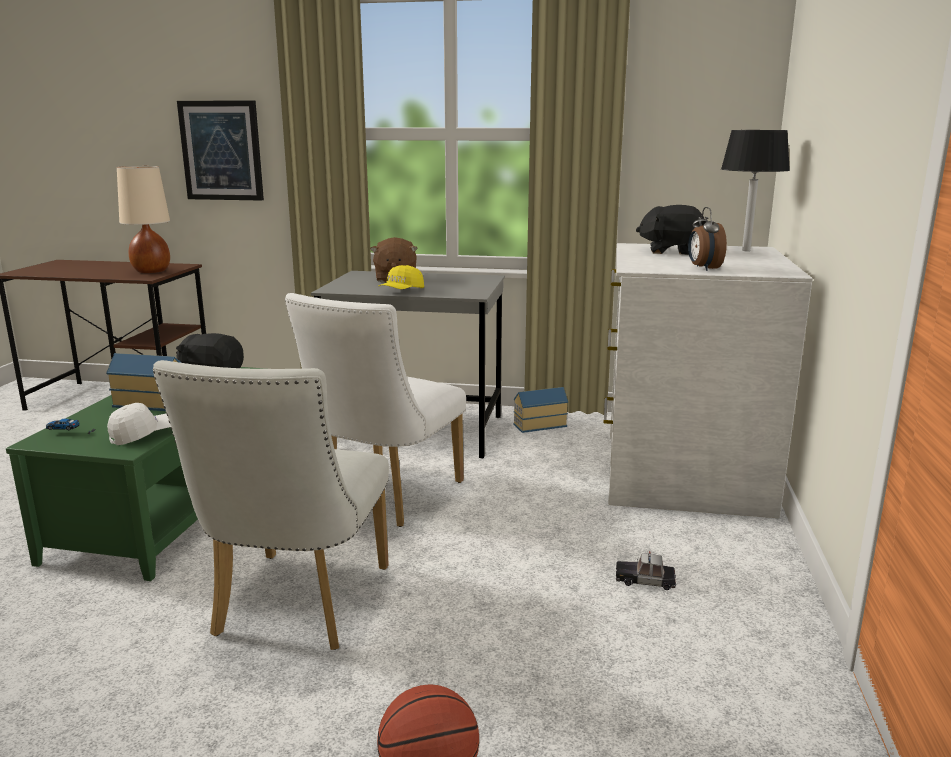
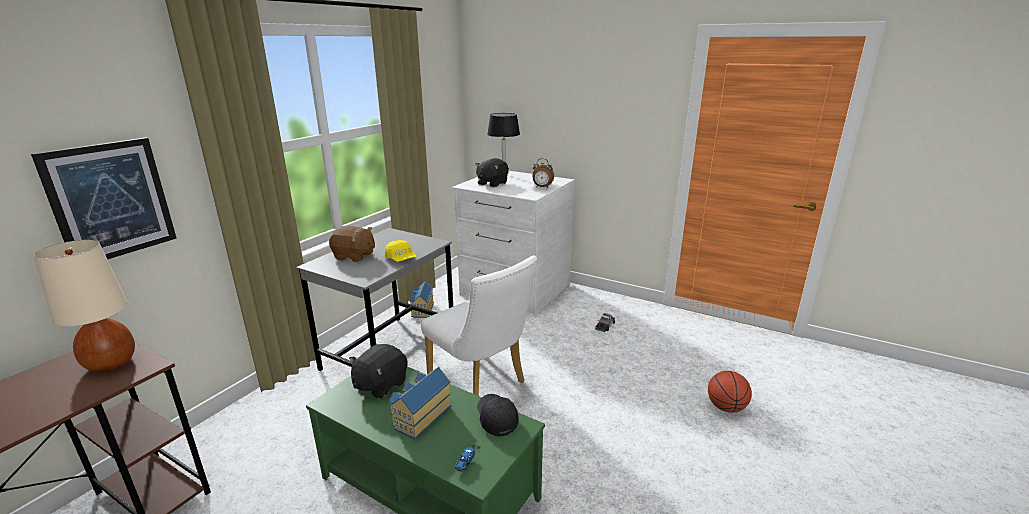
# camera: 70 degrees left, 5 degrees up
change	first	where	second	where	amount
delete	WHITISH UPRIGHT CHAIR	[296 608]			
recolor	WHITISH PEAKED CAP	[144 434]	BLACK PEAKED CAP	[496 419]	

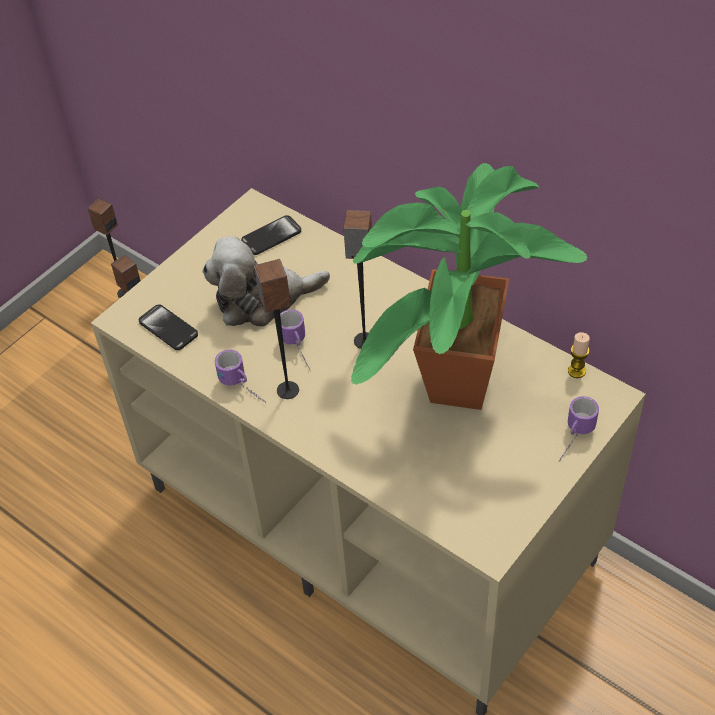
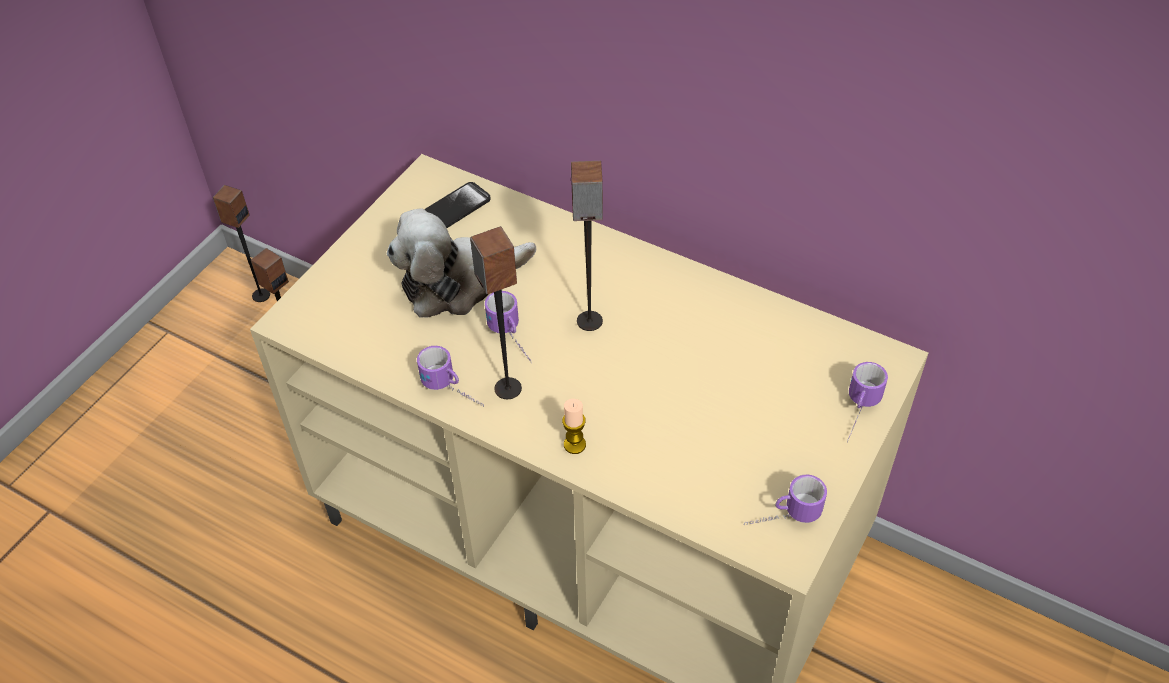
# camera: 10 degrees left, 0 degrees up
change	first	where	second	where	amount
delete	POTTED PLANT	[449 397]			
delete	PHONE	[168 328]			
move	CANDLE	[576 371]		[574 444]	
insert			TEA MUG	[781 517]	

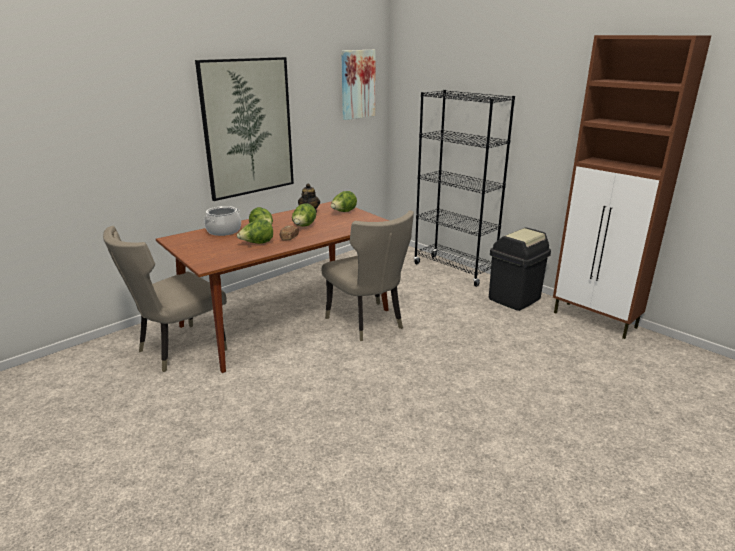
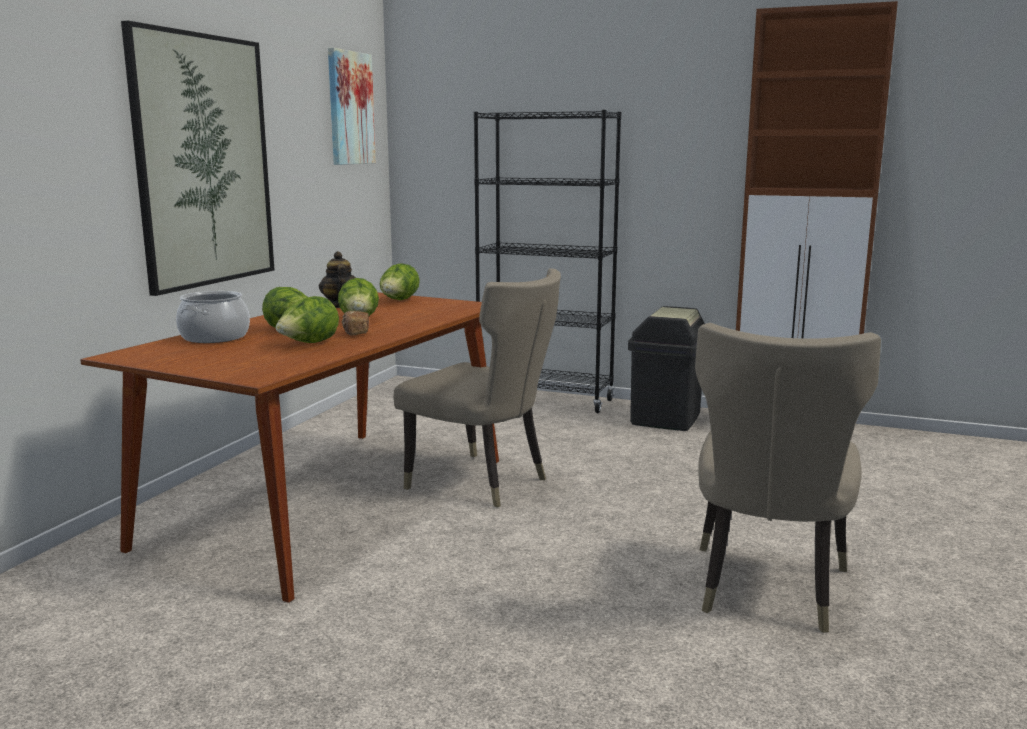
# camera: 25 degrees left, 10 degrees down
change	first	where	second	where	amount
move	BEIGE UPRIGHT CHAIR	[178 350]		[766 591]	

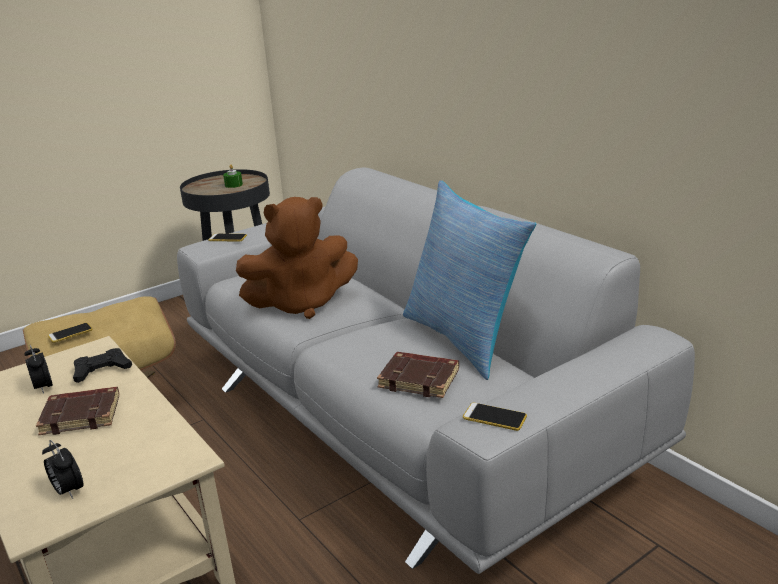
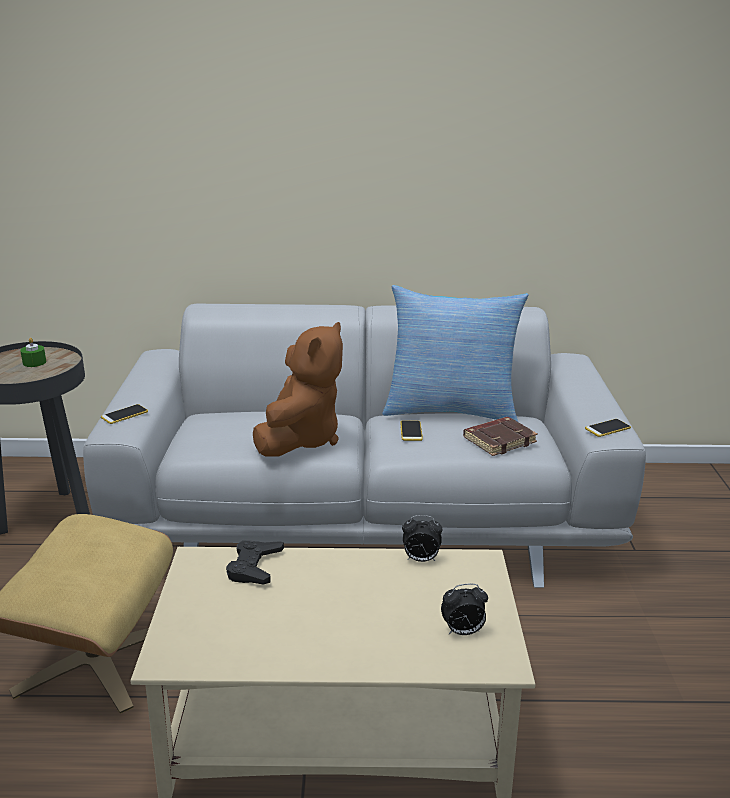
# camera: 55 degrees left, 0 degrees up
change	first	where	second	where	amount
move	PHONE	[70 333]		[411 431]	
move	ALARM CLOCK	[43 387]		[420 559]	
delete	BROWN-COLOURED BOUND BOOK	[82 415]			

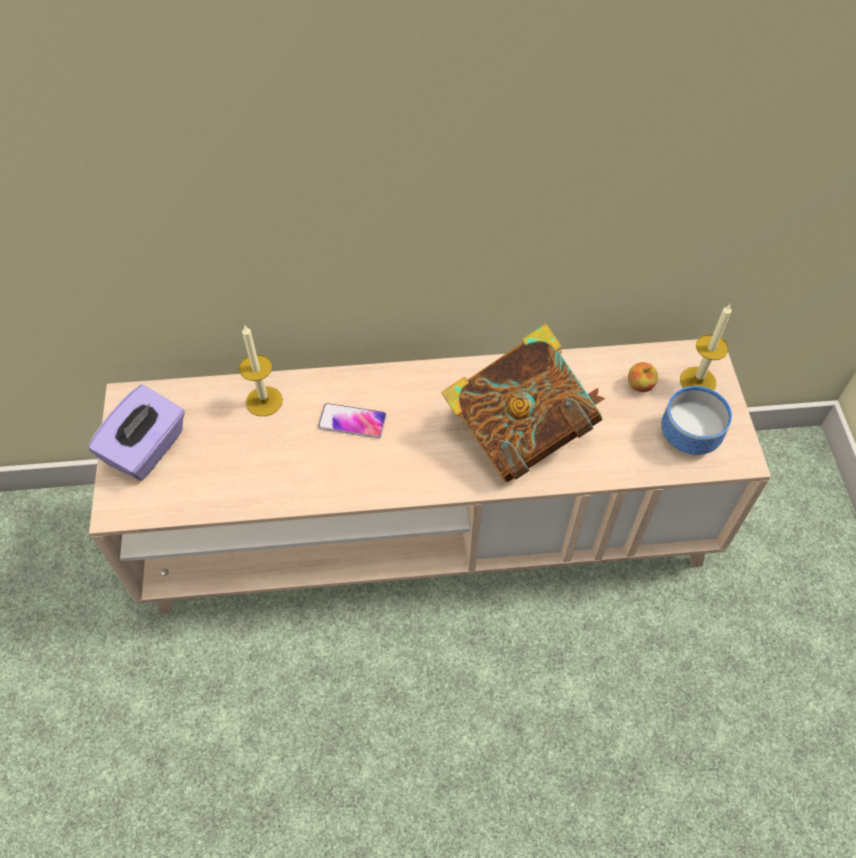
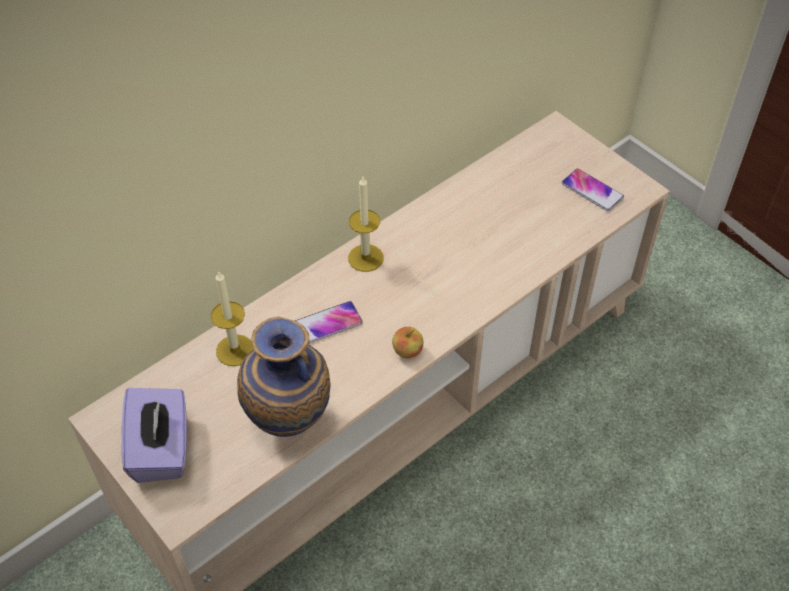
# camera: 35 degrees left, 5 degrees down
change	first	where	second	where	amount
move	CANDLE	[698 381]		[365 258]	
delete	BOUND BOOK	[519 432]			
move	APPLE	[640 385]		[407 351]	
replace	BOWL	[690 433]	PHONE	[592 191]	
insert			VASE	[291 423]	

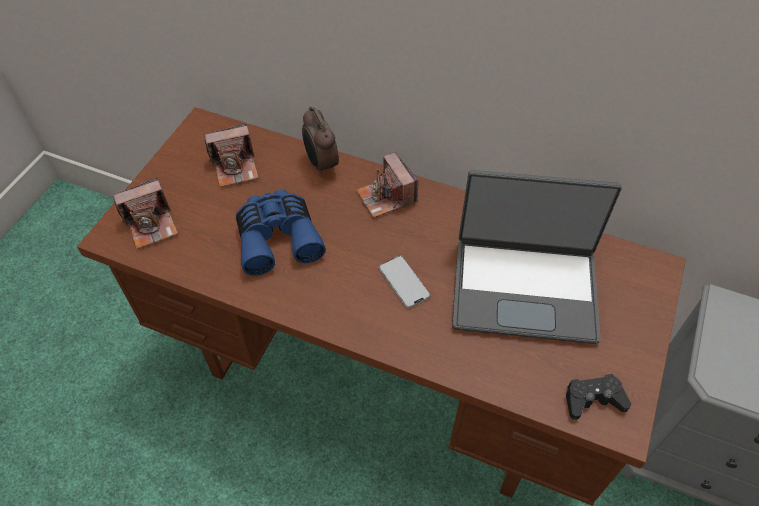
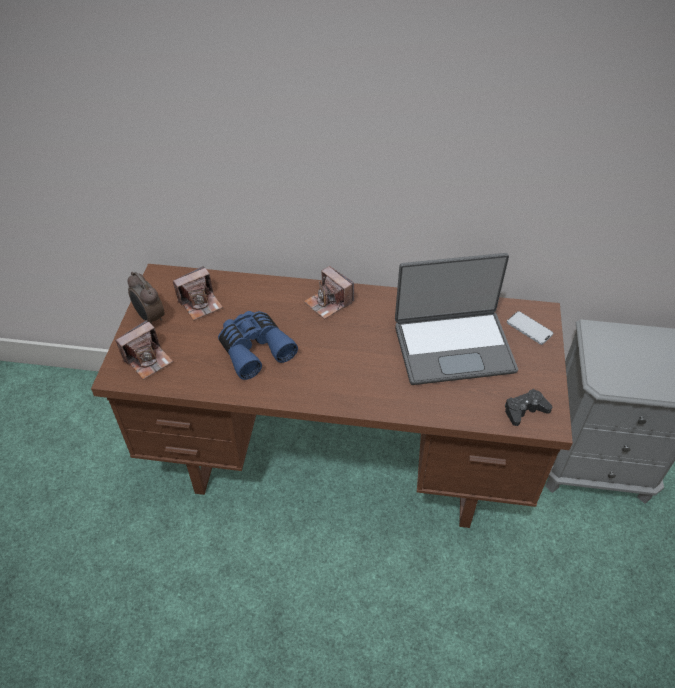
# camera: 15 degrees left, 5 degrees down
change	first	where	second	where	amount
move	ALARM CLOCK	[321 164]		[150 318]	
move	PHONE	[404 282]		[529 328]	

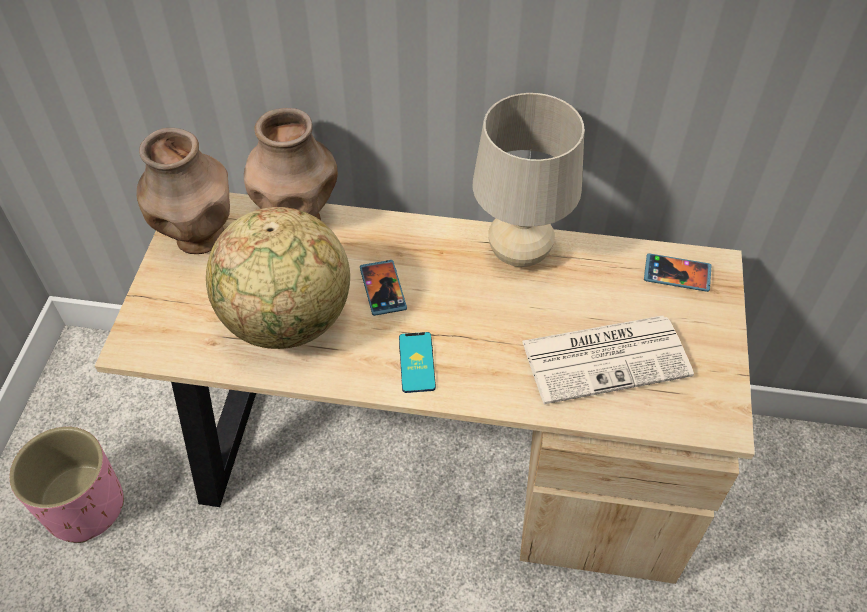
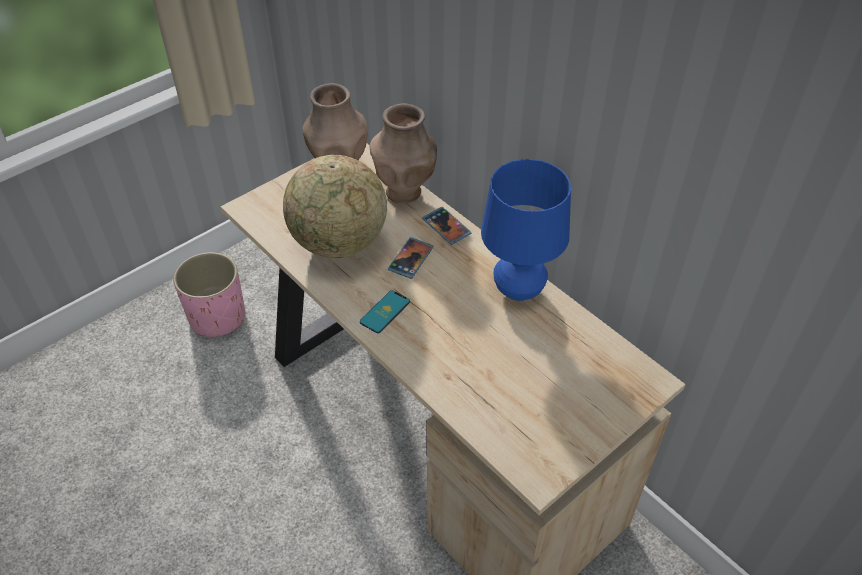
# camera: 40 degrees right, 5 degrees down
change	first	where	second	where	amount
recolor	BEIGE LAMP FOR A TABLE	[518 254]	BLUE LAMP FOR A TABLE	[518 290]	
move	PHONE	[677 274]		[446 227]	
delete	PRINTED PAPER	[607 357]			

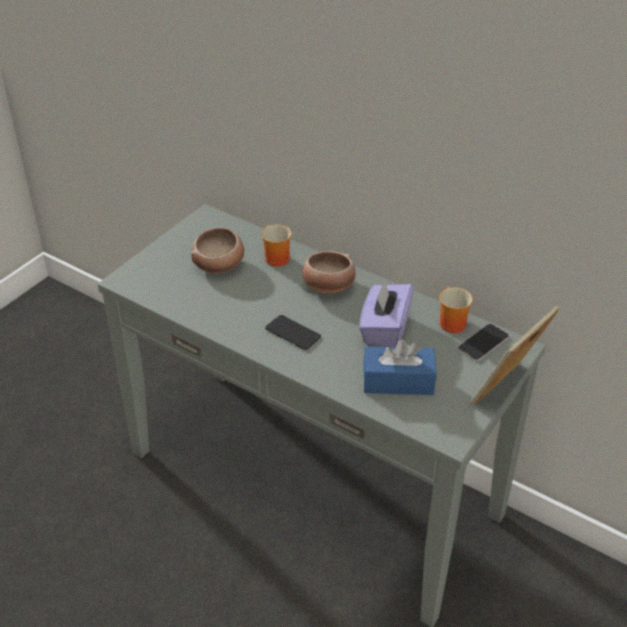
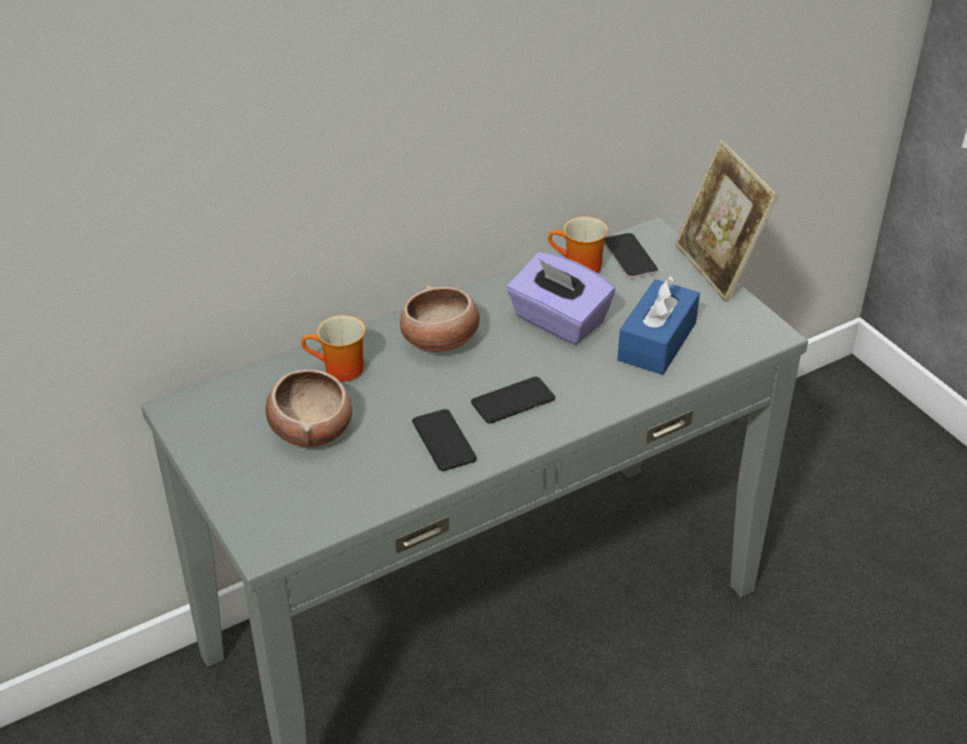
# camera: 65 degrees left, 0 degrees up
change	first	where	second	where	amount
insert			PHONE	[444 441]	

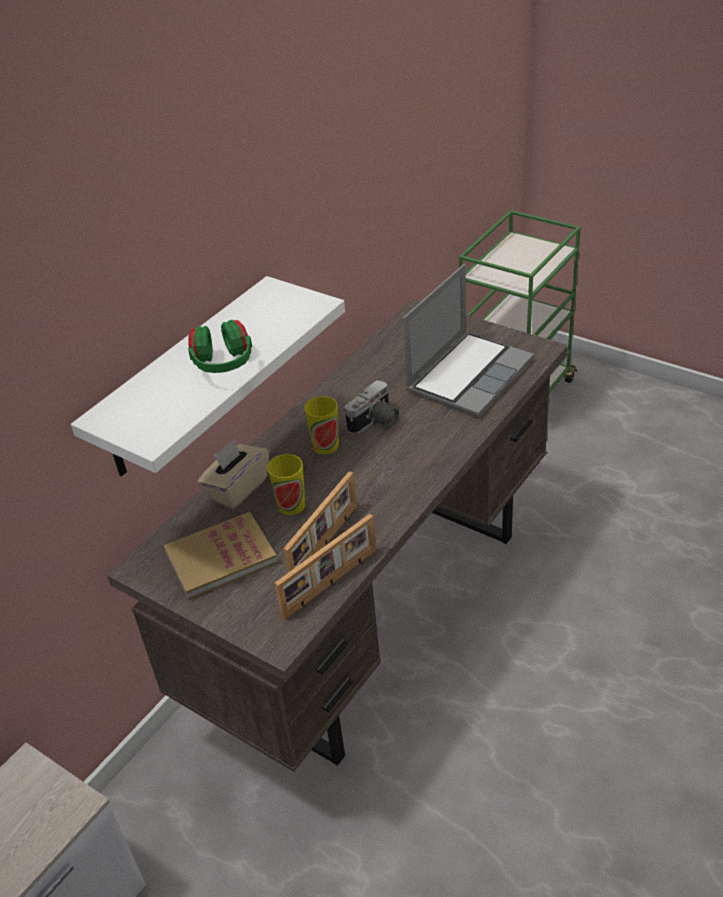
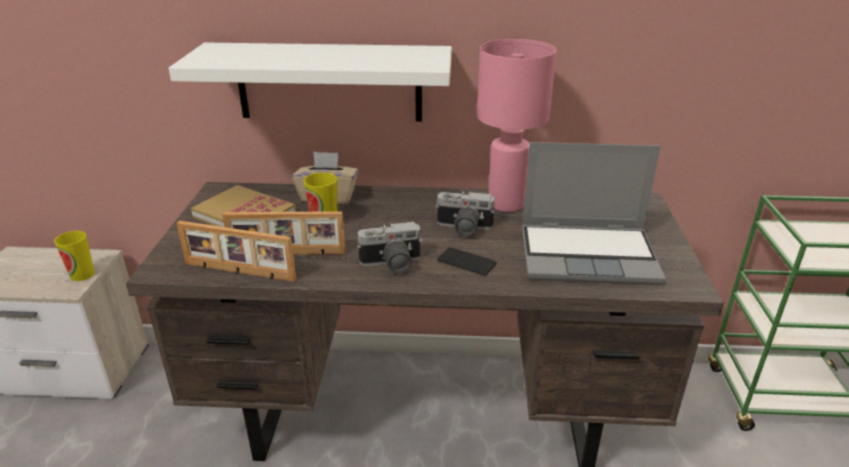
# camera: 55 degrees right, 10 degrees down
change	first	where	second	where	amount
delete	GREENISH HEADPHONES	[223 366]			
move	CUP	[325 445]		[82 274]	
insert			PINKISH LAMP FOR A TABLE	[505 204]	
insert			STILL CAMERA	[391 265]	
insert			PHONE	[466 262]	

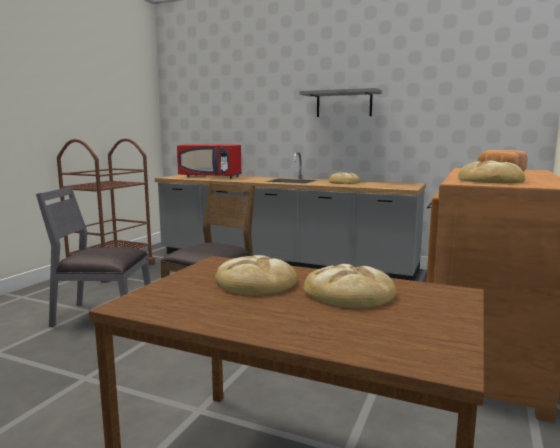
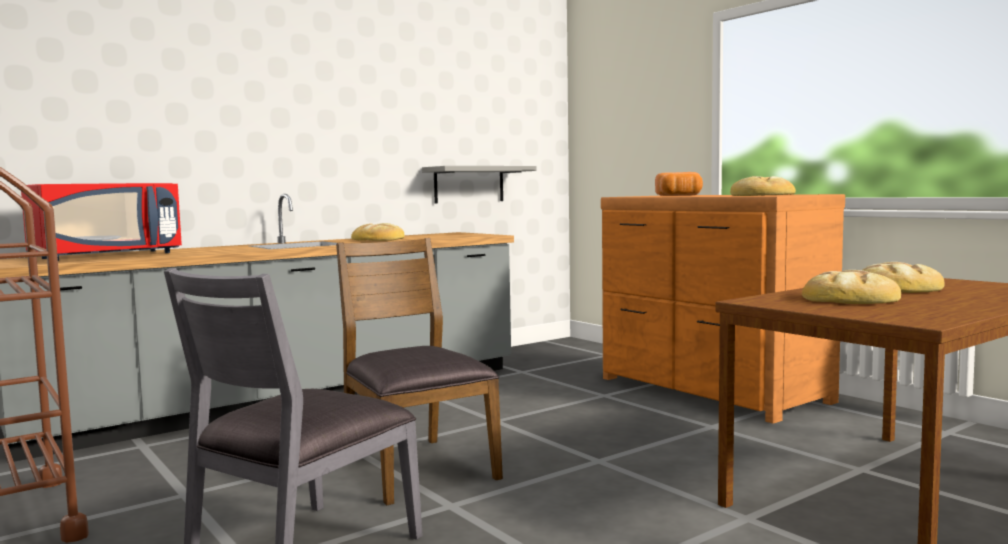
# camera: 60 degrees left, 5 degrees down
change	first	where	second	where	amount
move	GREYISH BRACKET SHELF	[344 104]		[469 184]	

